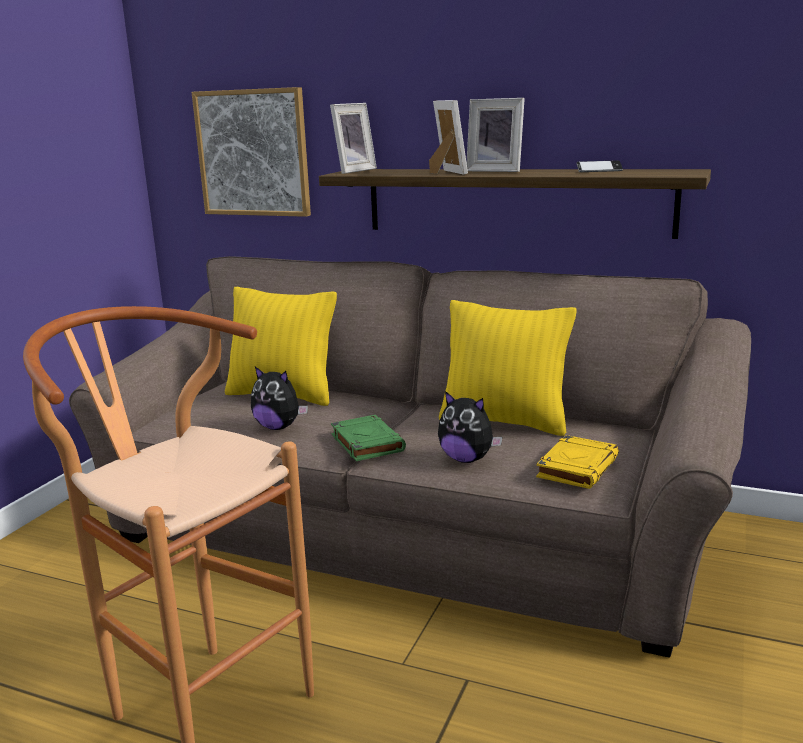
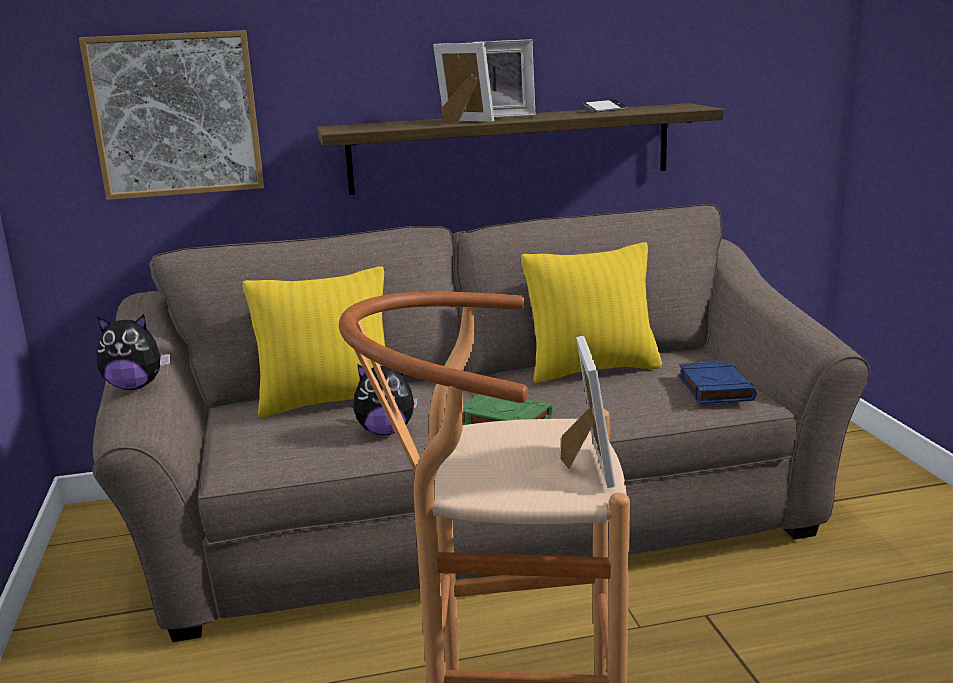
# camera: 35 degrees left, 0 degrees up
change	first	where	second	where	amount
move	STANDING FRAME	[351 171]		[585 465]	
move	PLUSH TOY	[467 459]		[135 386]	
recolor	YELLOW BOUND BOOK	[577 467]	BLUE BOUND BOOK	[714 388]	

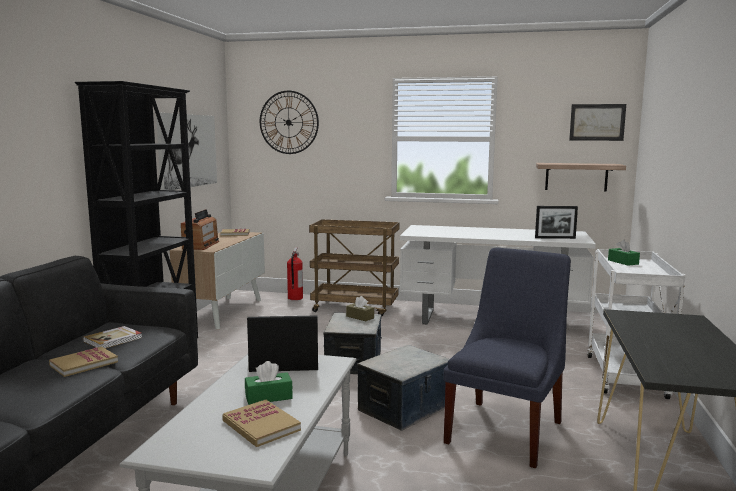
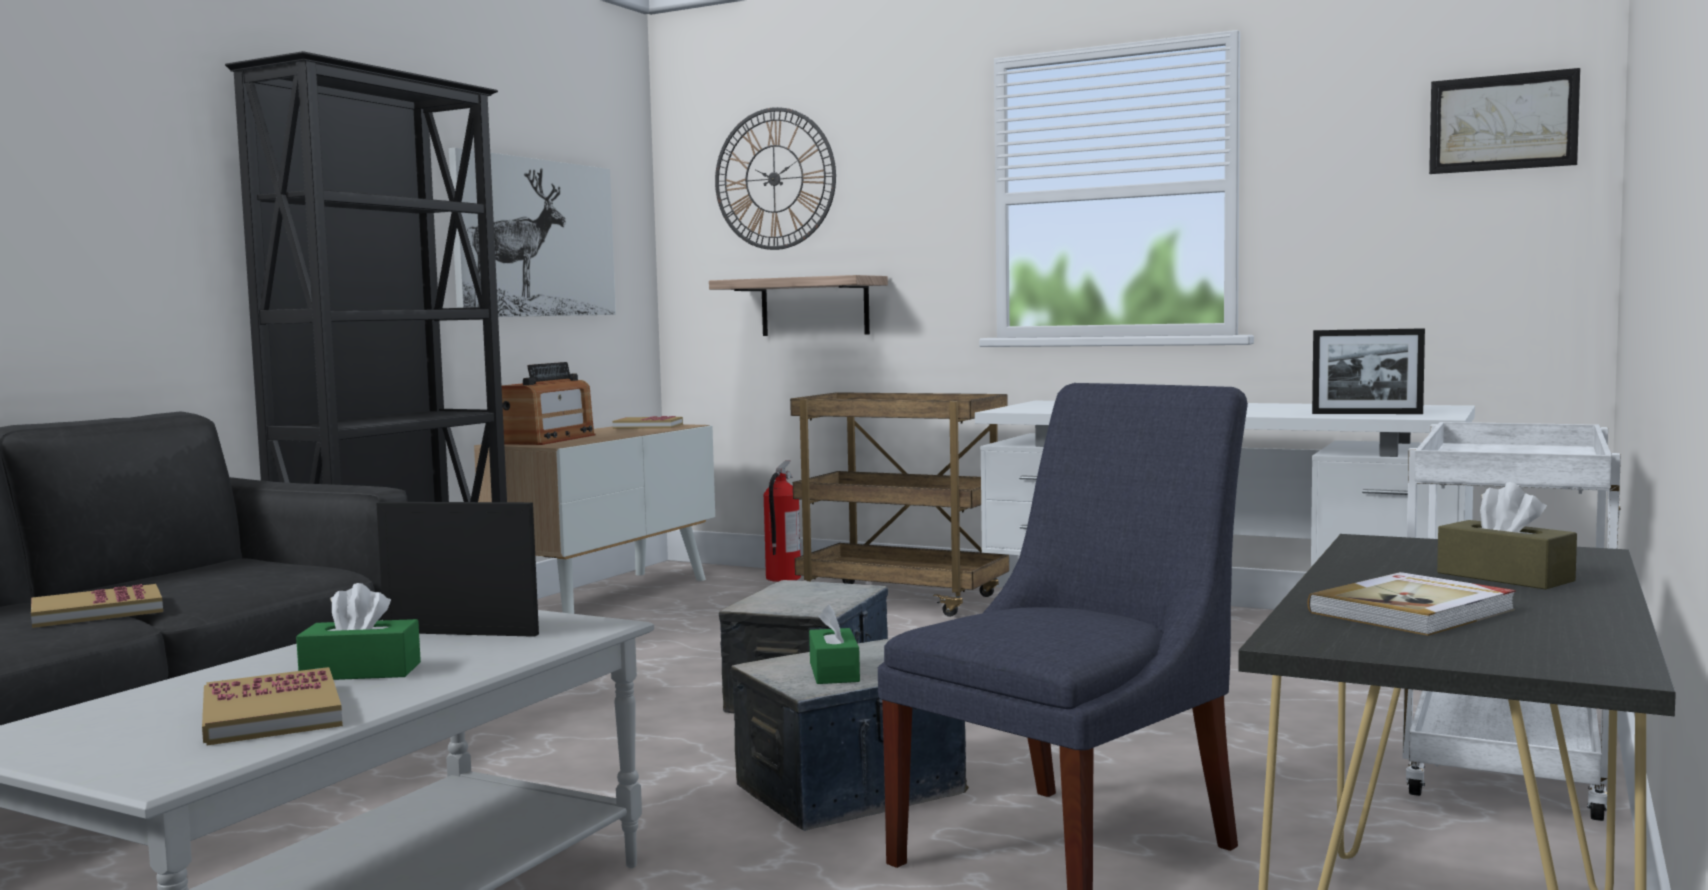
# camera: 15 degrees right, 5 degrees down
change	first	where	second	where	amount
move	BRACKET SHELF	[576 177]		[814 307]	
move	GREENISH TISSUE BOX	[623 262]		[834 672]	
move	BROWN-COLOURED TISSUE BOX	[360 317]		[1504 577]	
move	BOUND BOOK	[113 339]		[1414 611]	

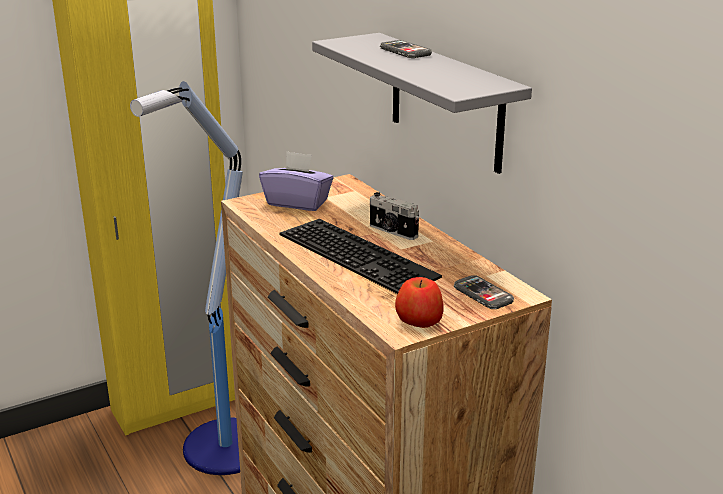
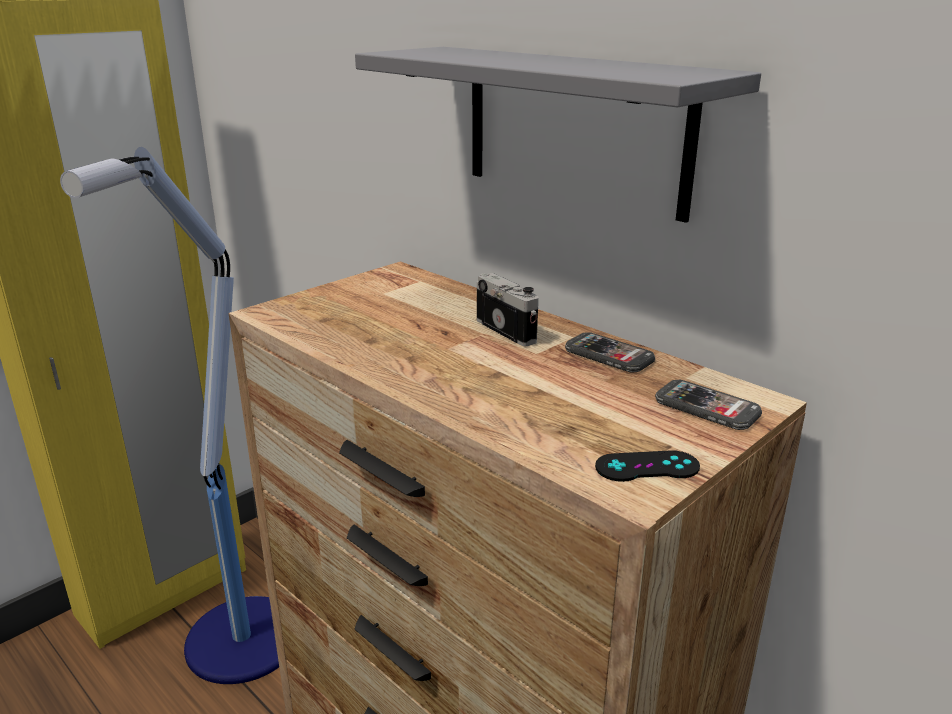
# camera: 15 degrees left, 0 degrees up
change	first	where	second	where	amount
move	PHONE	[405 51]		[609 355]	
delete	PURPLE-COLOURED TISSUE BOX	[297 203]			
rotate	STILL CAMERA	[392 232]		[508 330]	150 degrees counterclockwise
delete	PC KEYBOARD	[360 254]			
replace	APPLE	[419 321]	BLACK GAMEPAD	[647 467]	

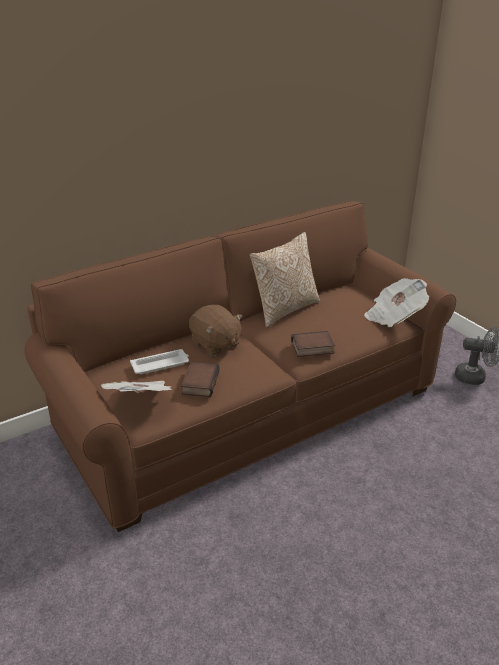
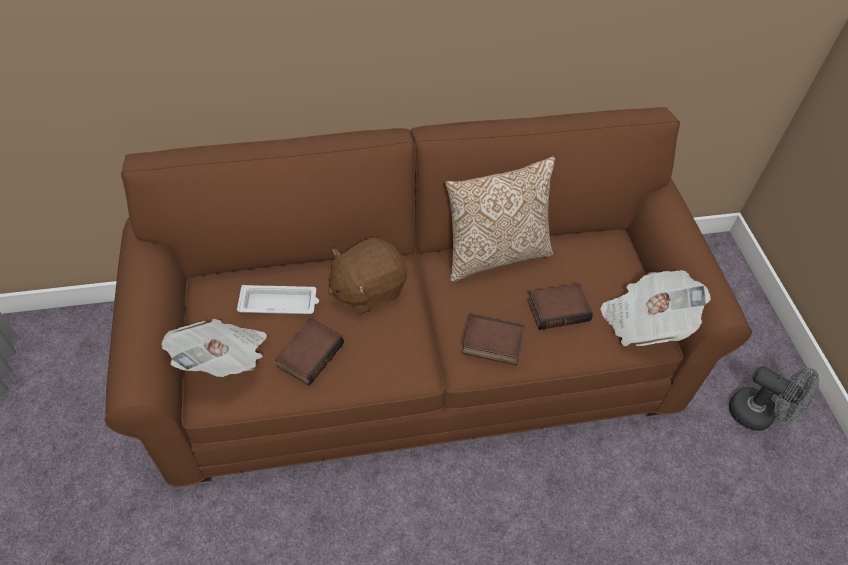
# camera: 20 degrees right, 20 degrees up
change	first	where	second	where	amount
rotate	BROWN-COLOURED PLUSH TOY	[215 344]		[367 289]	75 degrees clockwise
insert			BOUND BOOK	[558 309]	

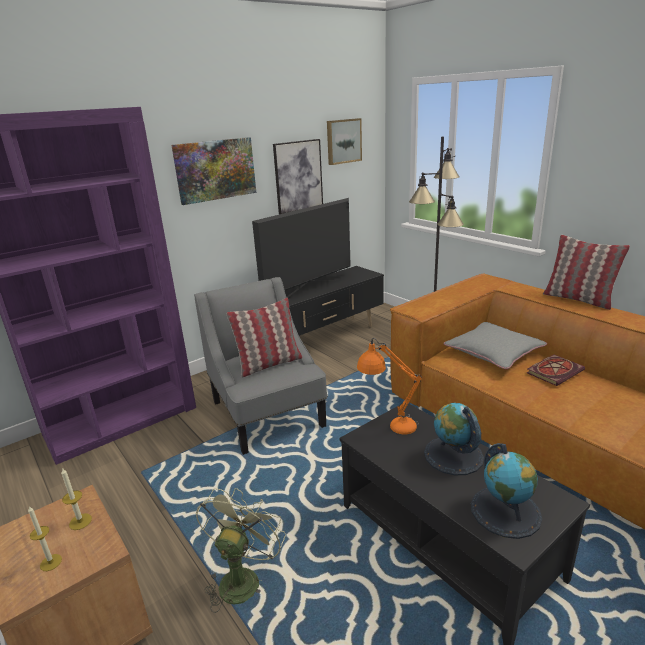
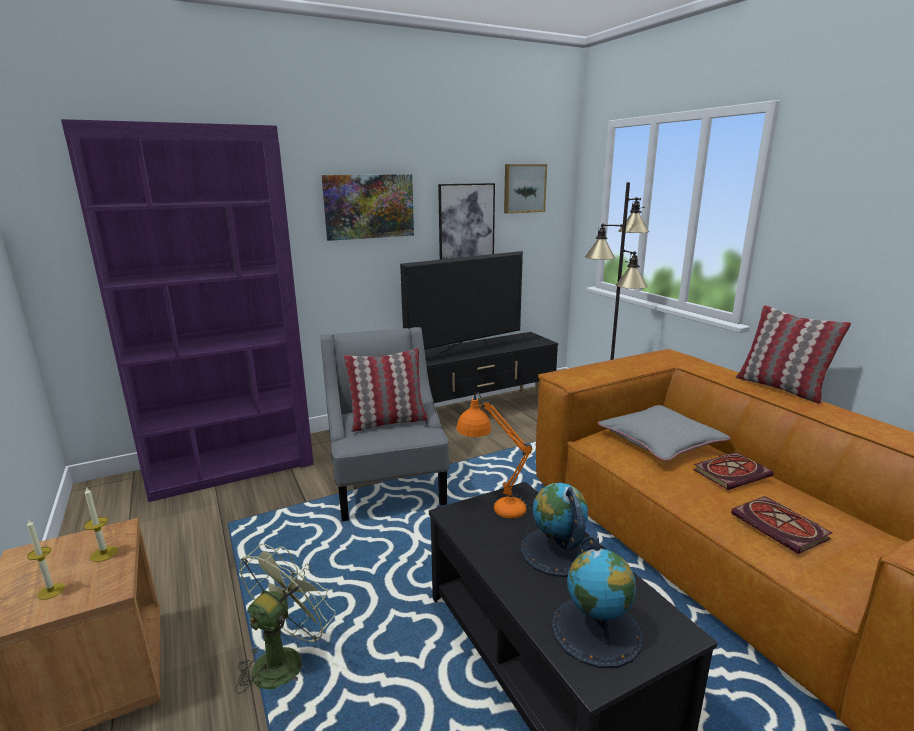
# camera: 10 degrees right, 5 degrees down
change	first	where	second	where	amount
insert			BOUND BOOK	[782 527]	

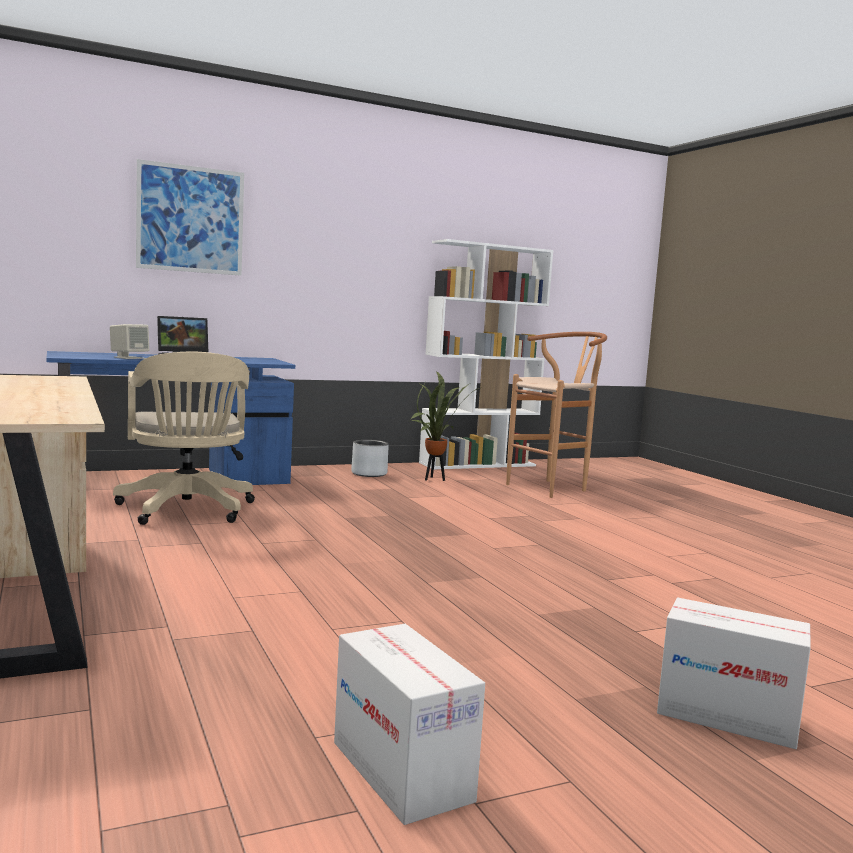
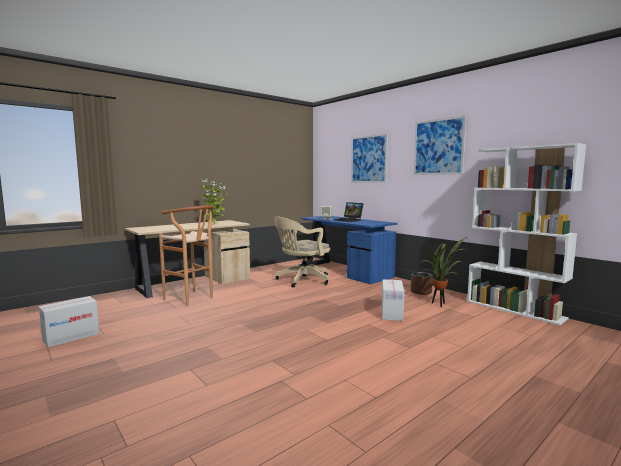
# camera: 75 degrees right, 0 degrees up
change	first	where	second	where	amount
move	BROWN-COLOURED STOOL	[552 488]		[192 299]	
recolor	GREYISH PLANT POT	[369 474]	BROWN-COLOURED PLANT POT	[421 292]	
move	PACKING BOX	[726 716]		[391 313]	
insert			PICTURE	[438 147]	
insert			POTTED PLANT	[214 225]	

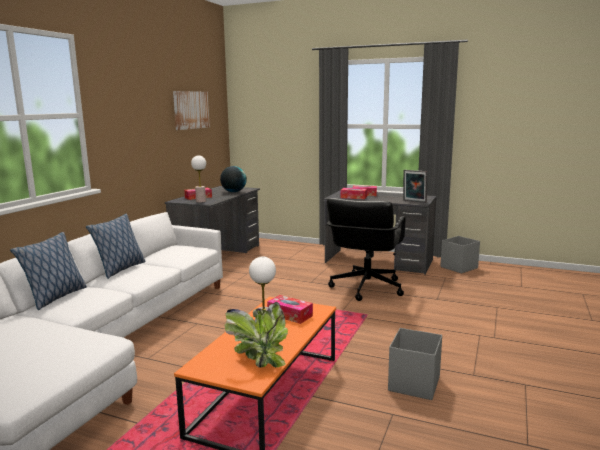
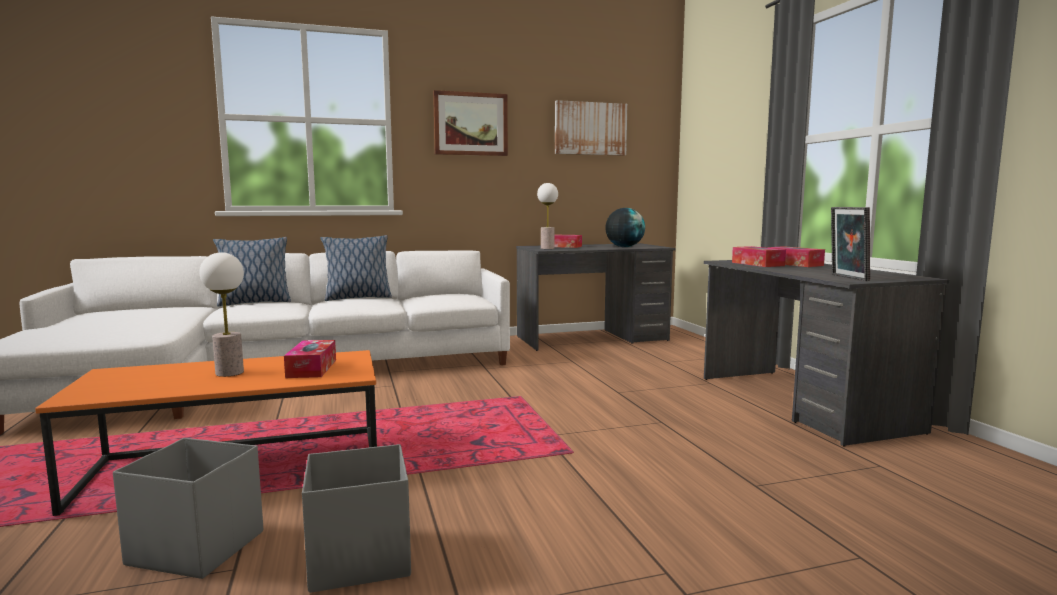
# camera: 50 degrees right, 5 degrees down
change	first	where	second	where	amount
delete	BLACK DESK CHAIR	[366 288]			
move	GREYISH STORAGE BIN	[458 267]		[196 547]	
delete	POTTED PLANT	[260 359]			
insert			PICTURE	[470 124]	

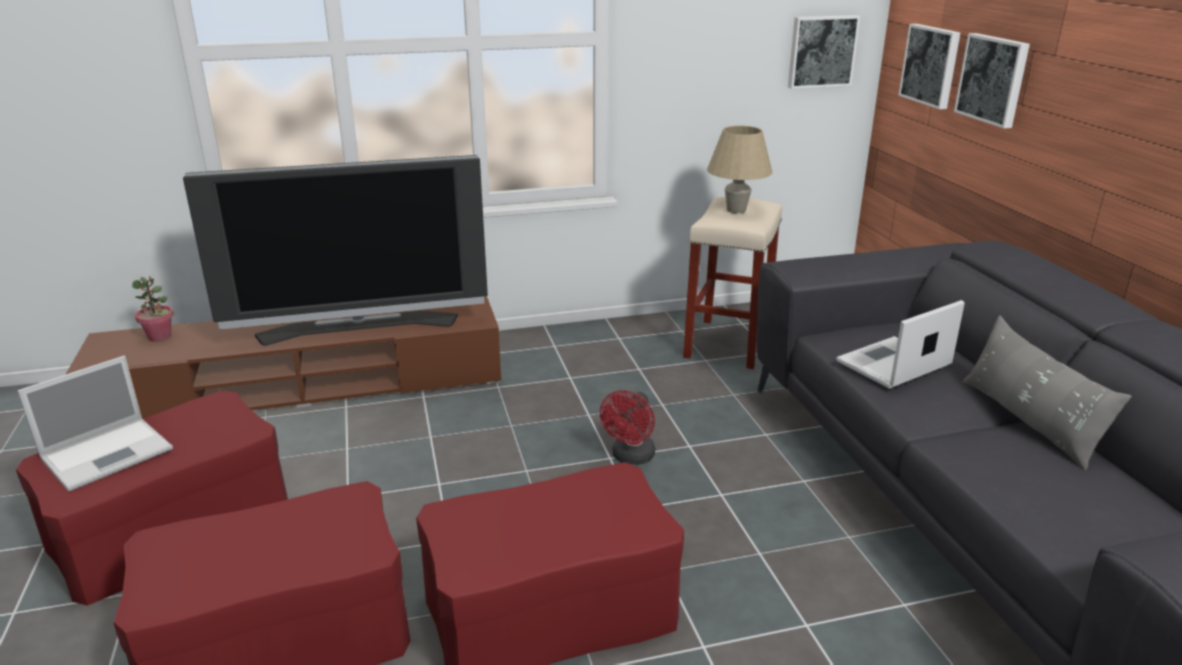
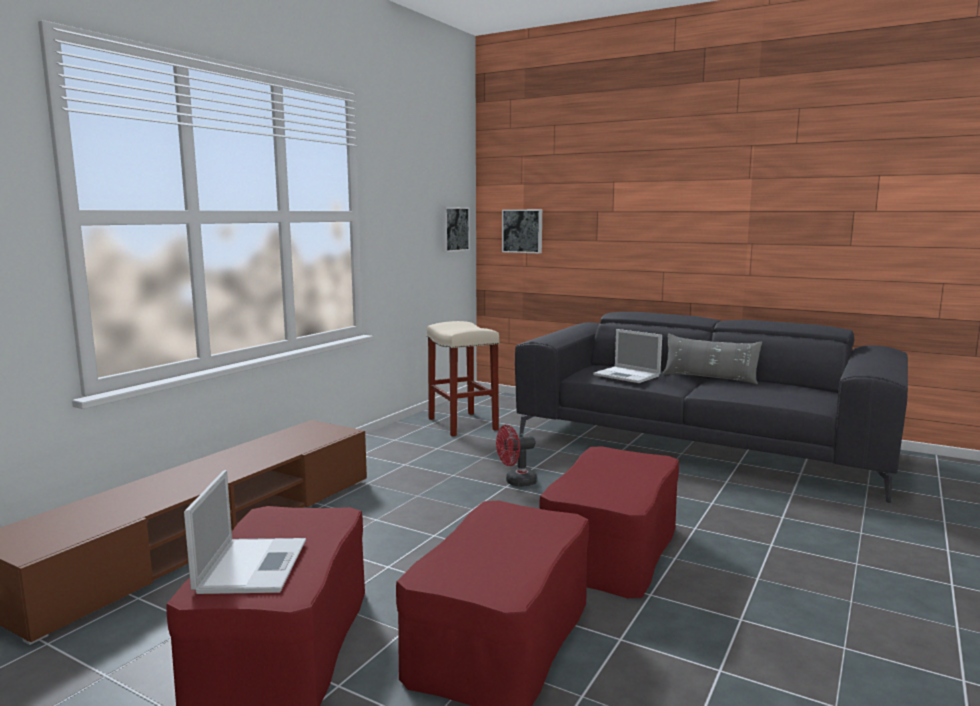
# camera: 45 degrees left, 15 degrees down
change	first	where	second	where	amount
delete	PICTURE	[993 79]			
delete	BEIGE LAMP FOR A TABLE	[736 210]			
delete	TELEVISION	[359 328]			
delete	POTTED PLANT	[160 337]			
rotate	PORTABLE COMPUTER	[892 364]		[628 375]	60 degrees counterclockwise
rotate	RED-COLOURED COOLING FAN	[631 457]		[516 482]	90 degrees clockwise

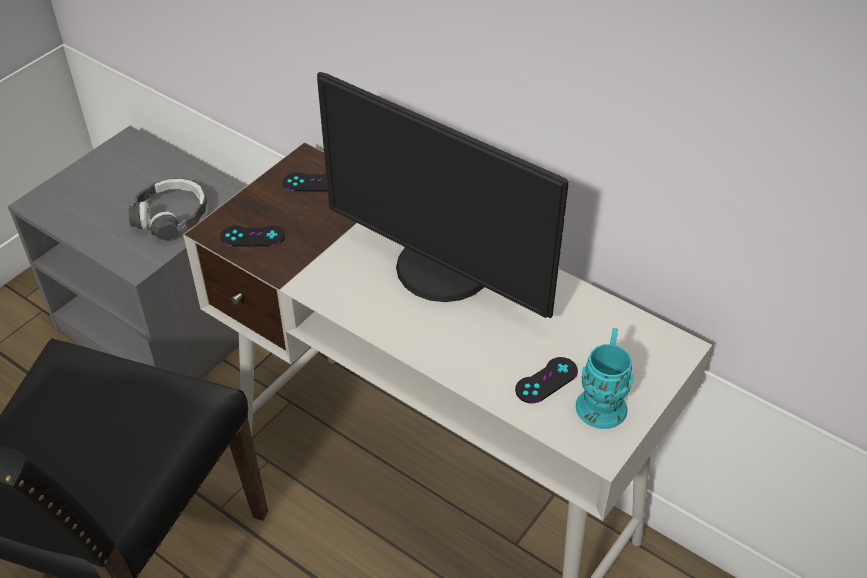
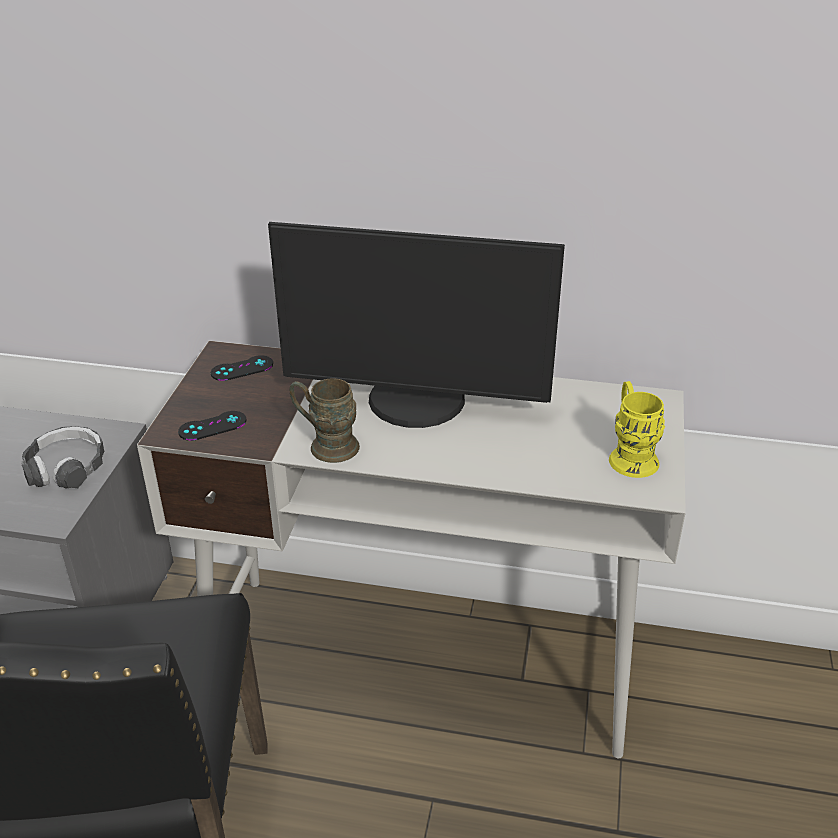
# camera: 25 degrees left, 10 degrees down
change	first	where	second	where	amount
recolor	TURQUOISE TEA MUG	[602 399]	YELLOW TEA MUG	[630 455]	
delete	BLACK GAMEPAD	[546 380]			
insert			BROWN-COLOURED TEA MUG	[326 445]	

